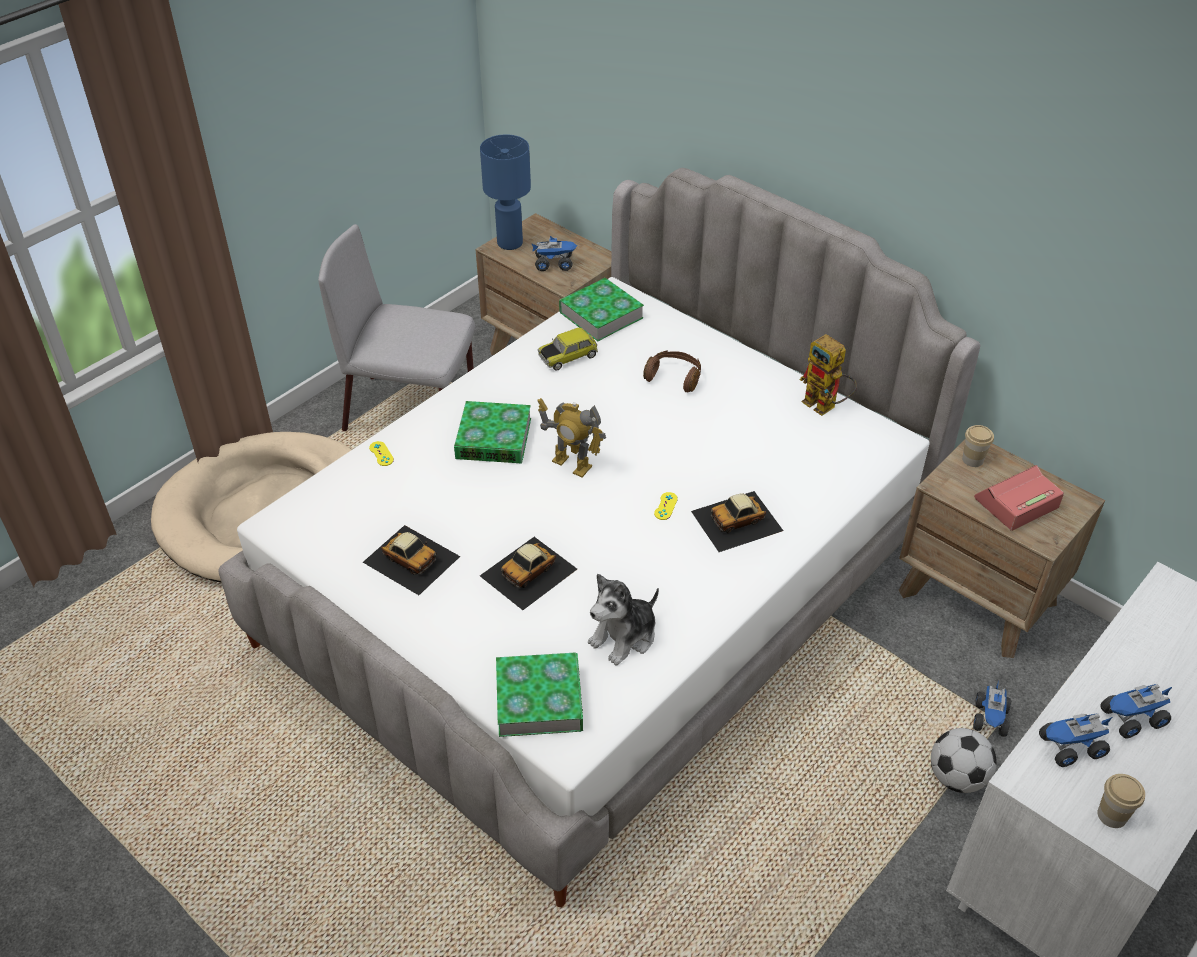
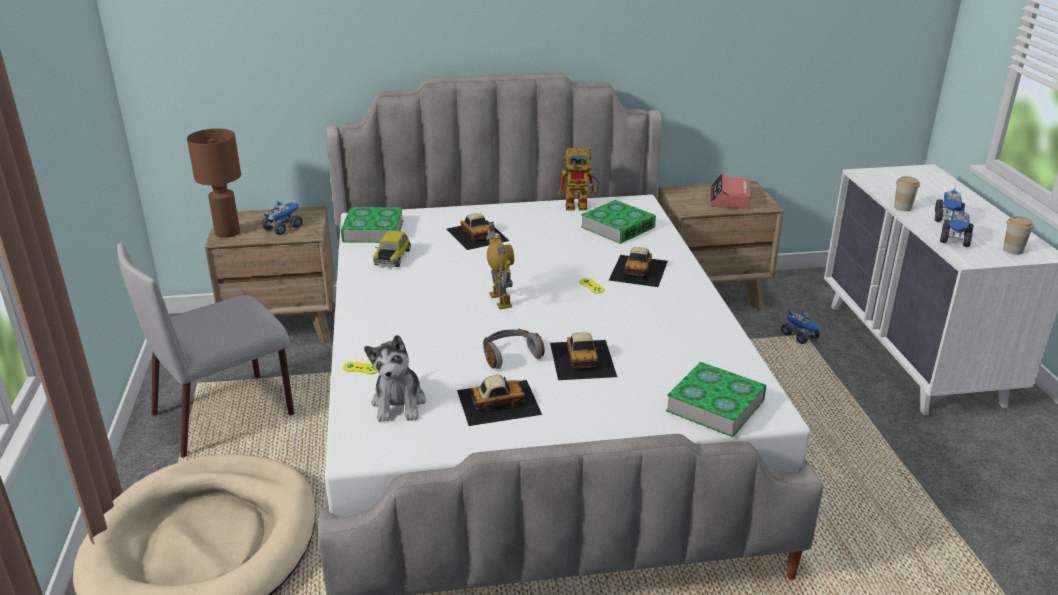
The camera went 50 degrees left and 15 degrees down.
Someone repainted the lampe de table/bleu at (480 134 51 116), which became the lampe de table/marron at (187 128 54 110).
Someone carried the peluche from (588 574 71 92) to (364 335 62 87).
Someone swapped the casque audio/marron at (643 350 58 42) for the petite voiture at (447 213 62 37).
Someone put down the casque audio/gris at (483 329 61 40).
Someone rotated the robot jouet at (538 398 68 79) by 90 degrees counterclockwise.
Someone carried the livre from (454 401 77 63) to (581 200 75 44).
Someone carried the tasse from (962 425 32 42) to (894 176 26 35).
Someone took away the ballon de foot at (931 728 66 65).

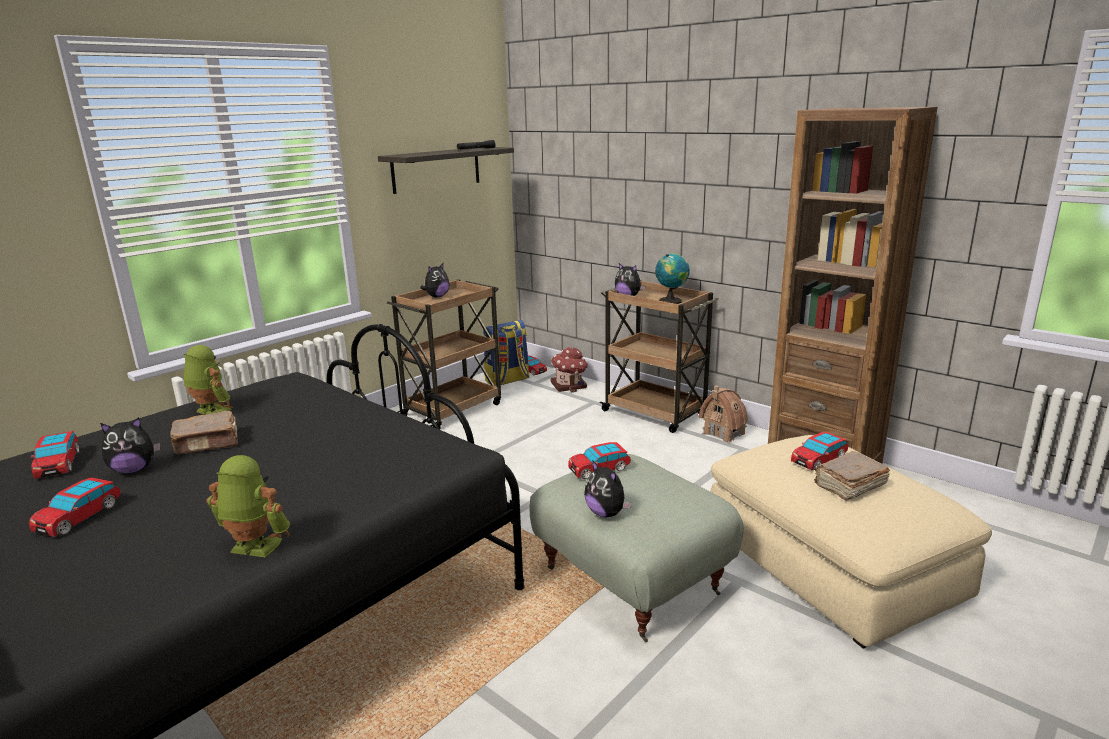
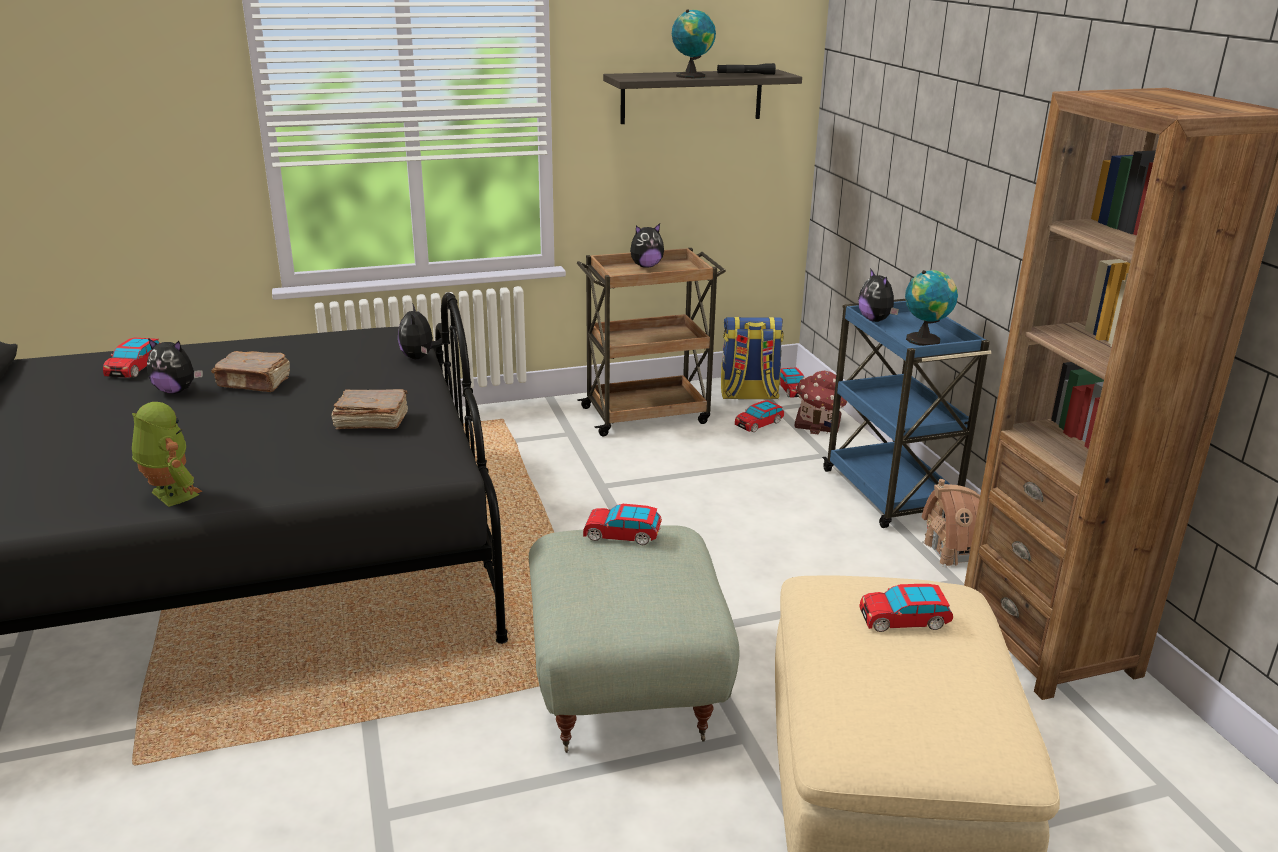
The camera went 30 degrees right and 5 degrees up.
Someone carried the livre/marron from (814 451 76 50) to (331 389 77 40).
Someone carried the peluche from (584 460 48 57) to (398 303 45 56).
Someone put down the globe at (672 9 44 69).
Someone carried the petite voiture from (29 477 92 60) to (735 400 49 32).
Someone repainted the chariot/marron at (599 280 120 153), which became the chariot/bleu at (822 299 169 229).
Someone took away the robot jouet at (184 345 49 70).

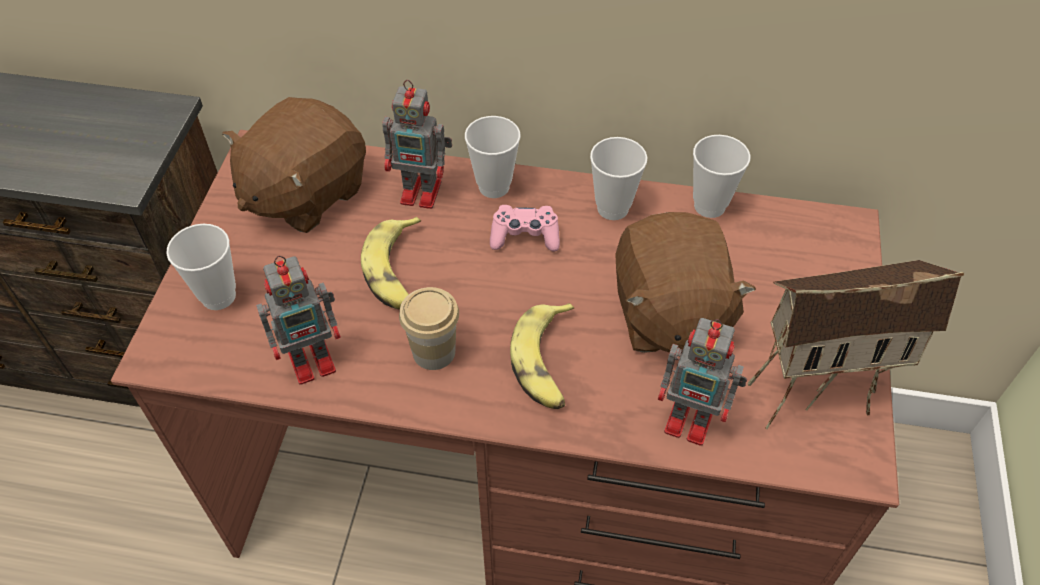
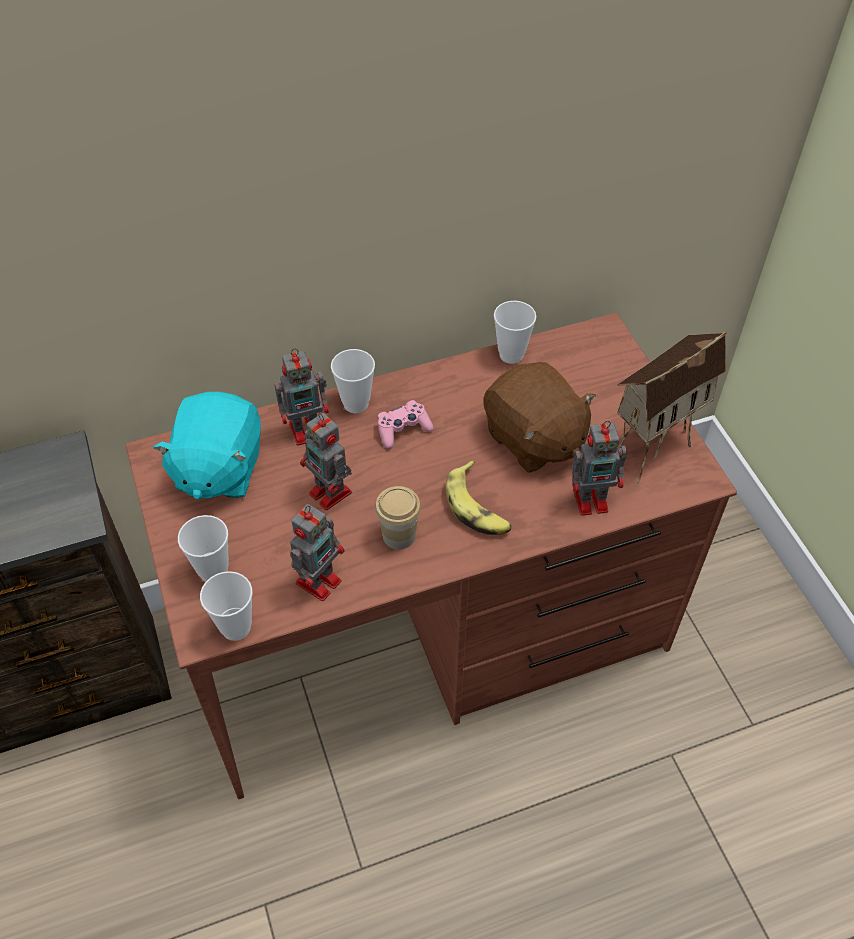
The camera went 30 degrees left and 0 degrees up.
Someone repainted the peluche/marron at (222 97 144 136), which became the peluche/turquoise at (153 392 108 108).
Someone carried the tasse from (590 137 57 83) to (200 571 52 70).
Someone swapped the banane at (361 217 60 93) for the robot jouet at (300 413 52 97).

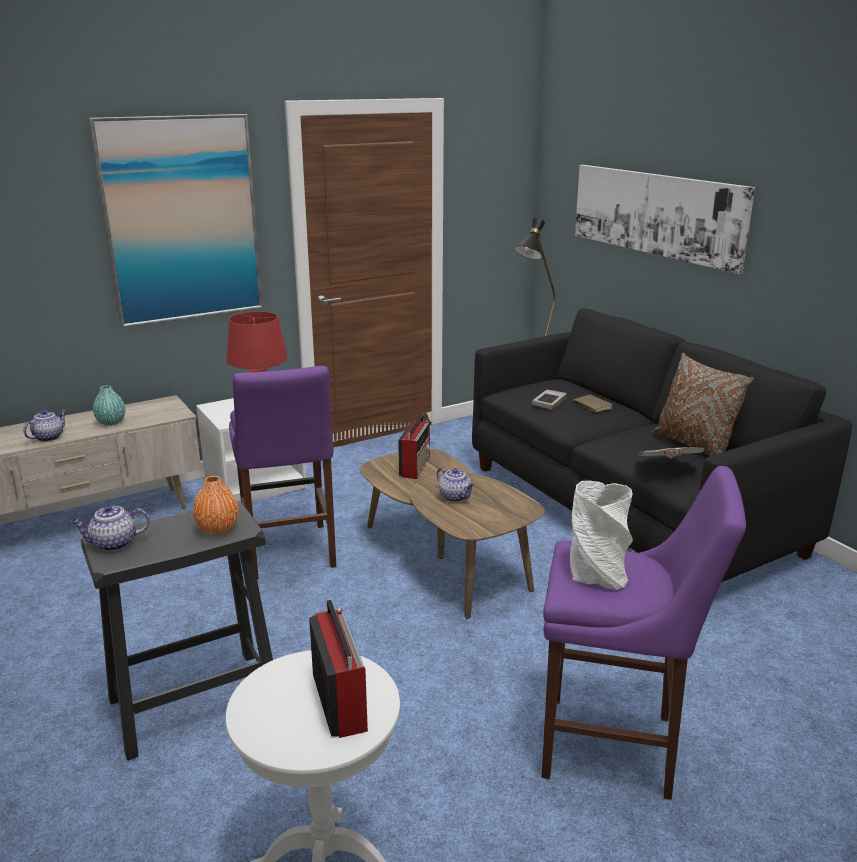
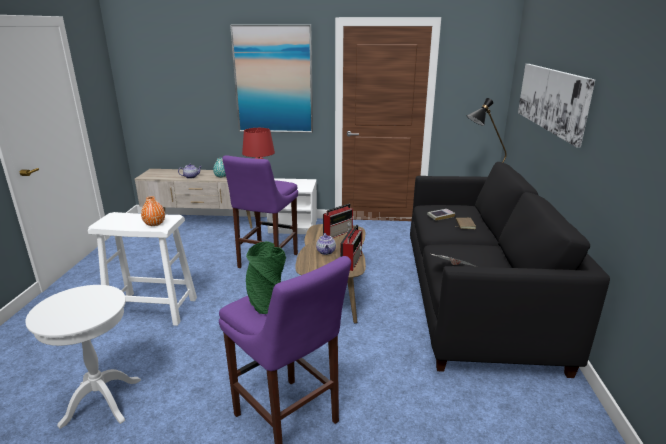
The camera went 35 degrees right and 0 degrees up.
Someone repainted the tabouret/noir at (81 501 192 260), which became the tabouret/blanc at (88 212 109 114).
Someone repainted the vase/blanc at (570 481 63 109), which became the vase/vert at (246 241 40 73).
Someone carried the radio from (309 599 59 139) to (340 225 22 46).
Someone took away the théière at (71 505 79 46).
Someone took away the coussin/marron at (652 353 102 103).

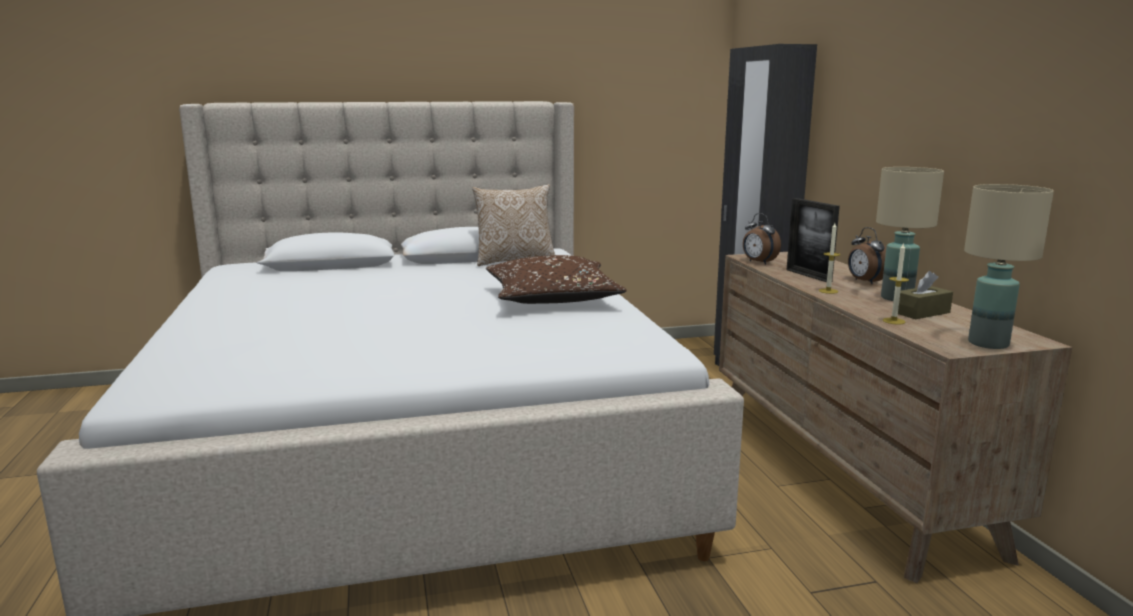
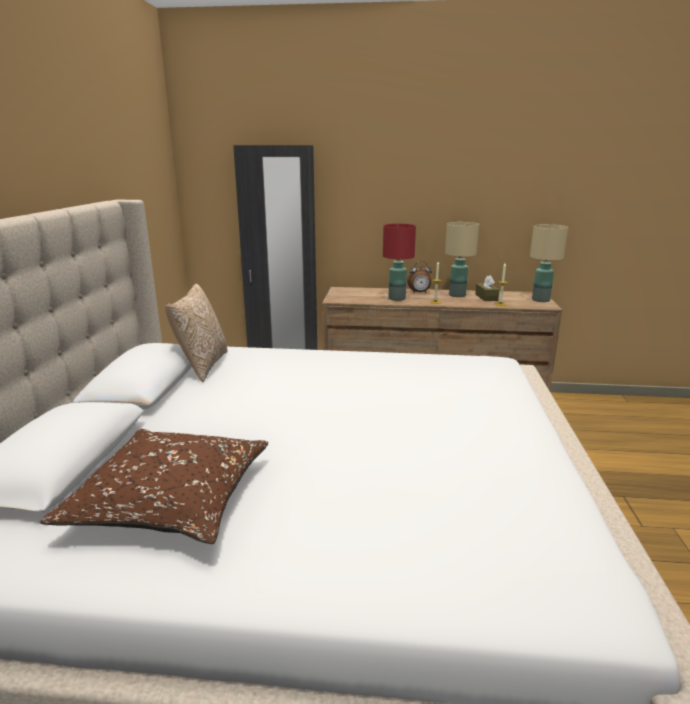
The camera went 70 degrees left and 5 degrees up.
Someone carried the coussin/marron from (486 255 140 49) to (40 429 228 115).
Someone swapped the cadre photo at (787 198 53 84) for the lampe de table/rouge at (383 224 33 77).
Someone took away the réveil at (743 213 38 52).

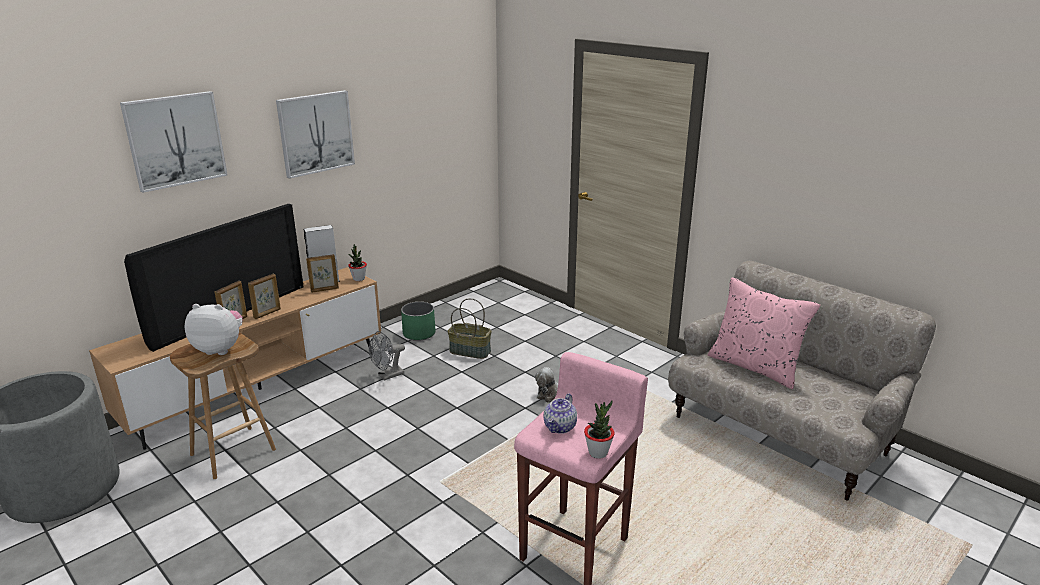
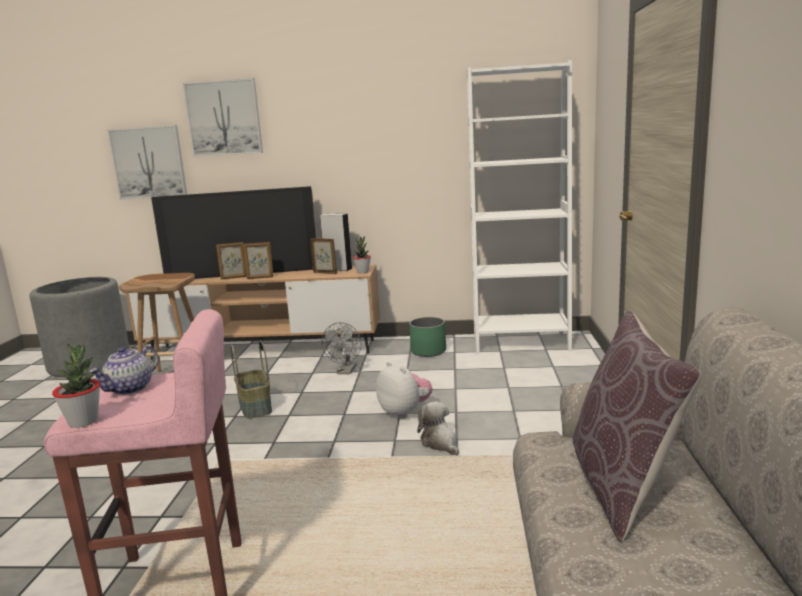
The camera went 50 degrees right and 10 degrees down.
Someone rotated the théière at (544 393 33 41) by 45 degrees counterclockwise.
Someone carried the tableau from (276 90 79 89) to (107 125 80 75).
Someone carried the panier from (448 298 43 61) to (231 340 41 79).
Someone rotated the ventilateur/gris at (369 331 36 50) by 90 degrees counterclockwise.
Someone carried the peluche from (185 304 58 51) to (376 362 56 57).
Someone put down the bibliothèque/blanc at (466 60 106 294).
Someone repainted the coussin/rose at (707 277 113 112), which became the coussin/marron at (573 310 129 232).

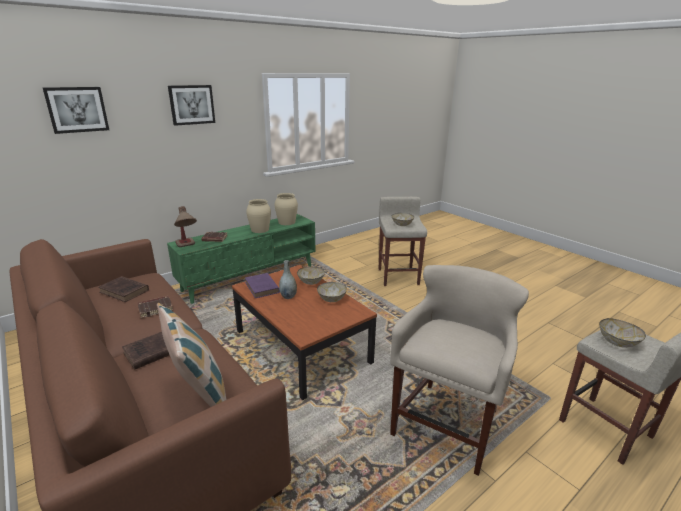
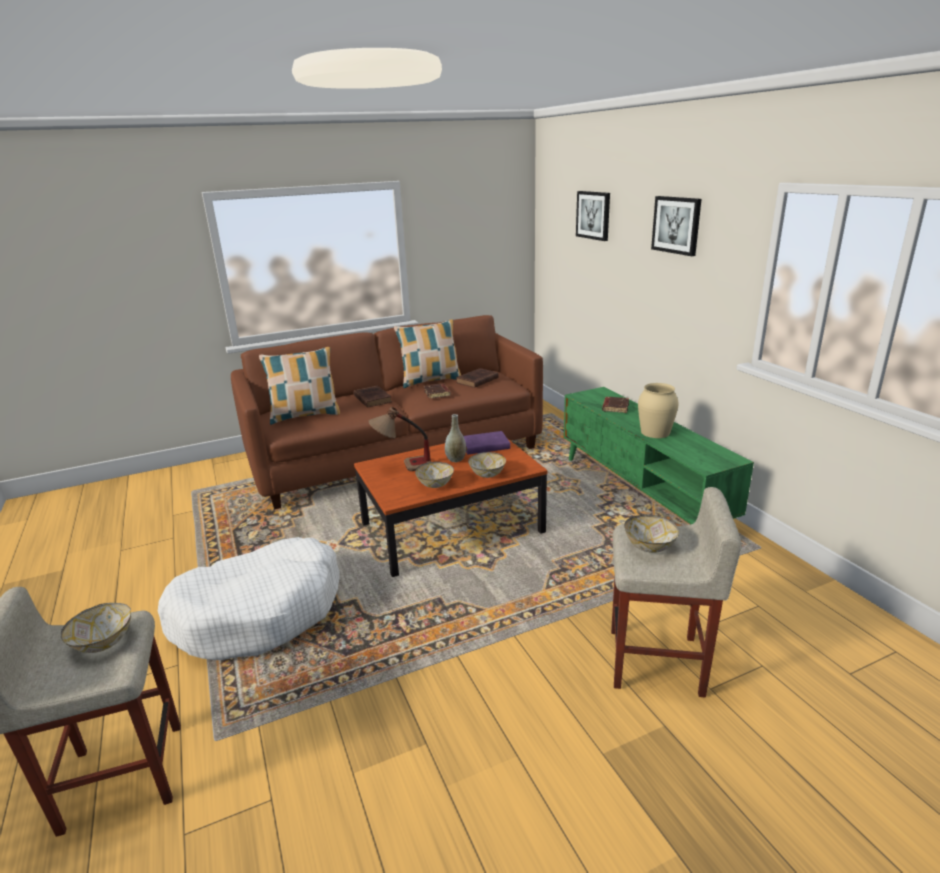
The camera went 105 degrees right and 0 degrees up.
Someone swapped the tabouret/beige at (390 265 139 211) for the panier pour chien/blanc at (158 537 182 123).
Someone carried the lampe de table from (174 206 23 41) to (368 407 63 64).
Someone put down the coussin at (394 319 67 69).
Someone took away the vase/beige at (275 193 23 32).

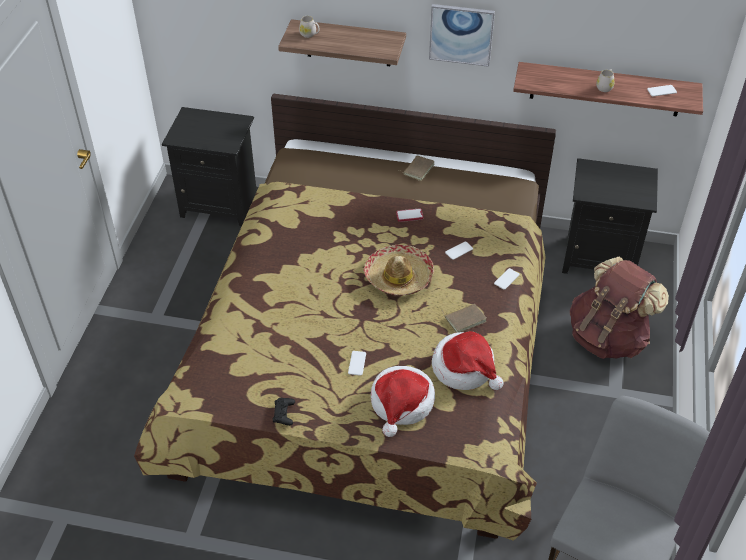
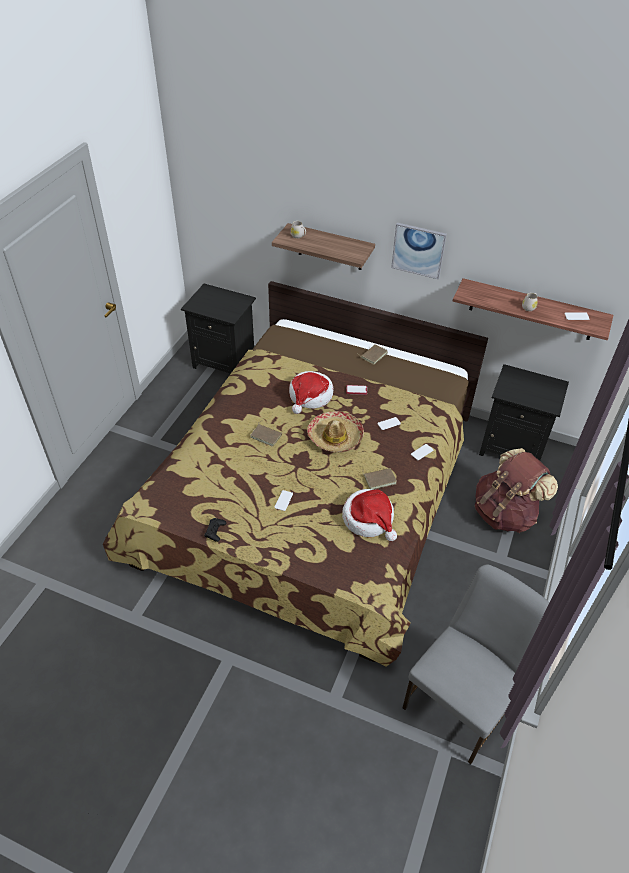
The camera went 10 degrees right and 0 degrees up.
Someone put down the livre/marron at (250 420 32 27).
Someone carried the chapeau from (371 366 64 71) to (289 371 44 43).

